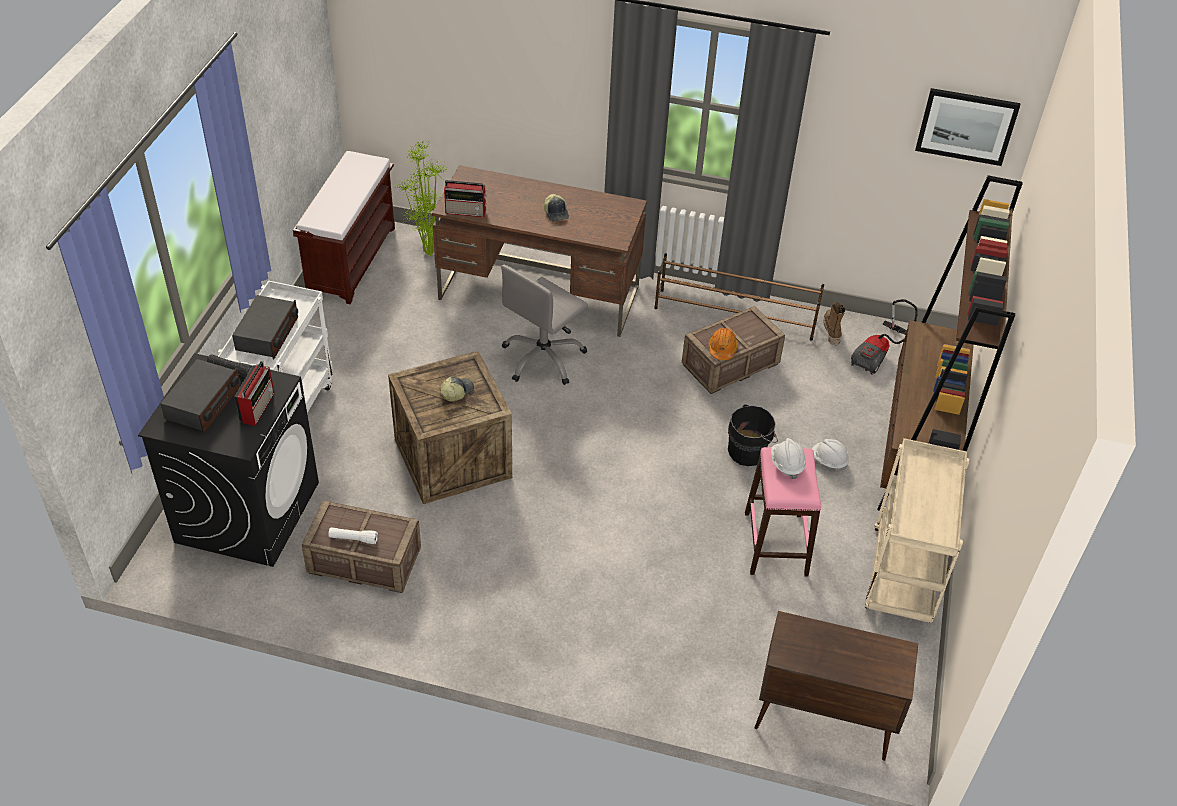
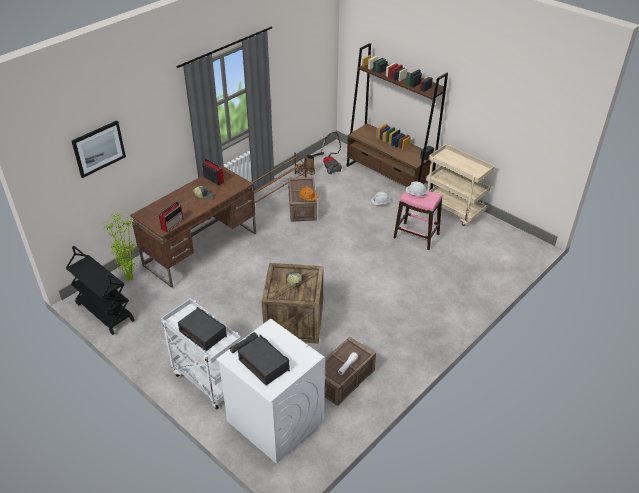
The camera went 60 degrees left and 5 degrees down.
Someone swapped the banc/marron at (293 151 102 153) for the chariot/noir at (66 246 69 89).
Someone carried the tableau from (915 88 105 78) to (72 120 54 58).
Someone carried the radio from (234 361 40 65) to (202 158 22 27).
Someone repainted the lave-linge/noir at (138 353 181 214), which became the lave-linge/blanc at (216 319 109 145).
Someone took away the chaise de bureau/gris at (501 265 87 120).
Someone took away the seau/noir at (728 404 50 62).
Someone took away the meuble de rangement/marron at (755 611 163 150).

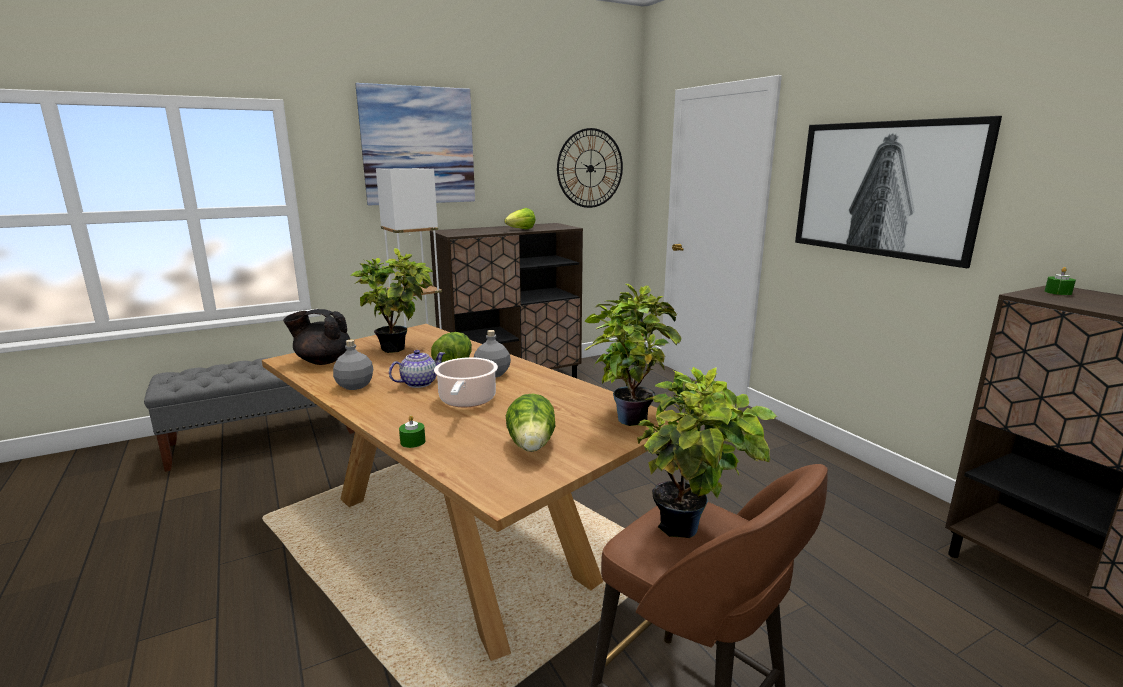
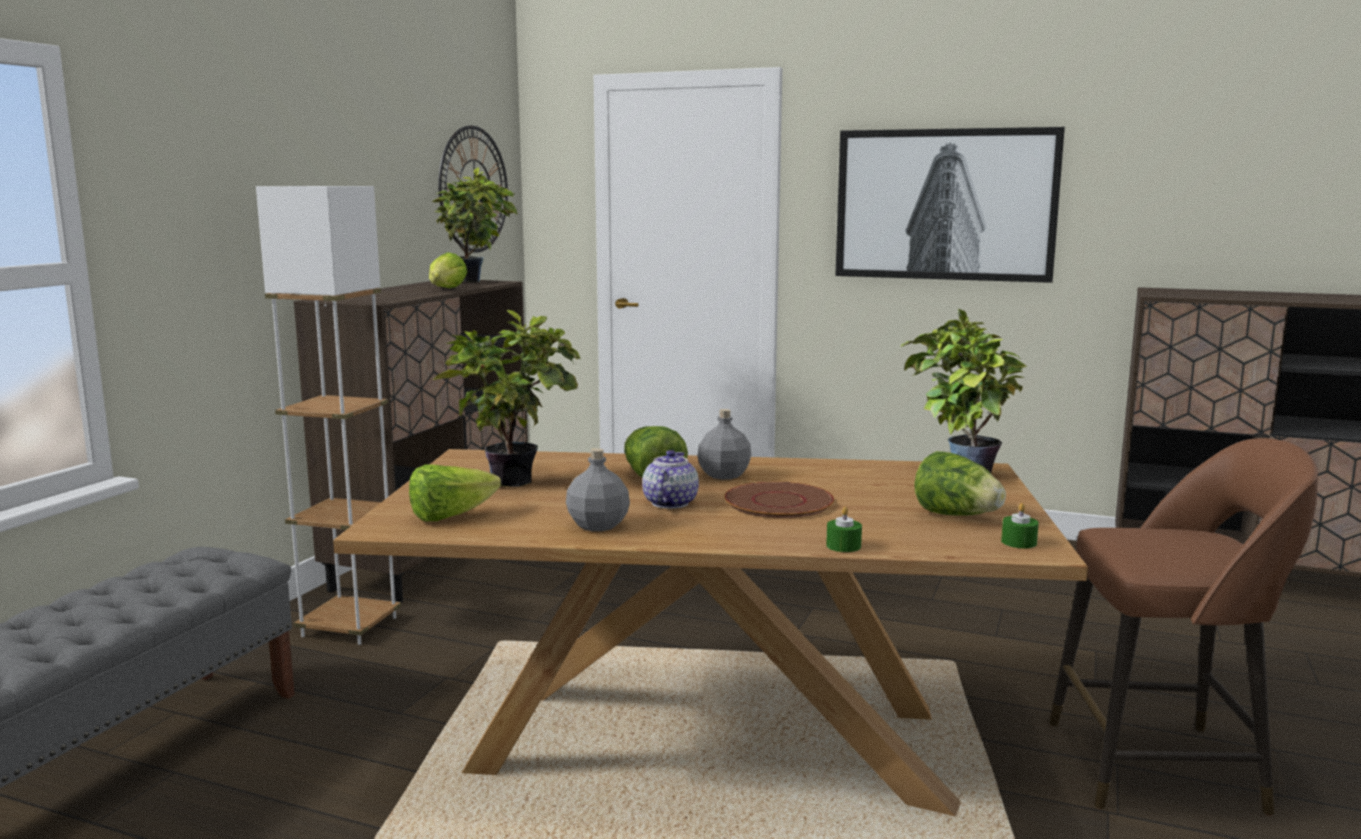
The camera went 40 degrees left and 5 degrees down.
Someone swapped the théière/noir at (283 309 67 56) for the laitue at (409 464 92 57).
Someone carried the plante en pot from (637 367 140 171) to (432 168 85 114).
Someone swapped the marmite at (434 357 64 50) for the assiette/marron at (724 482 110 36).
Someone carried the bougie/vert from (1045 267 31 28) to (1001 503 38 45).
Someone took away the tableau at (355 83 120 122).

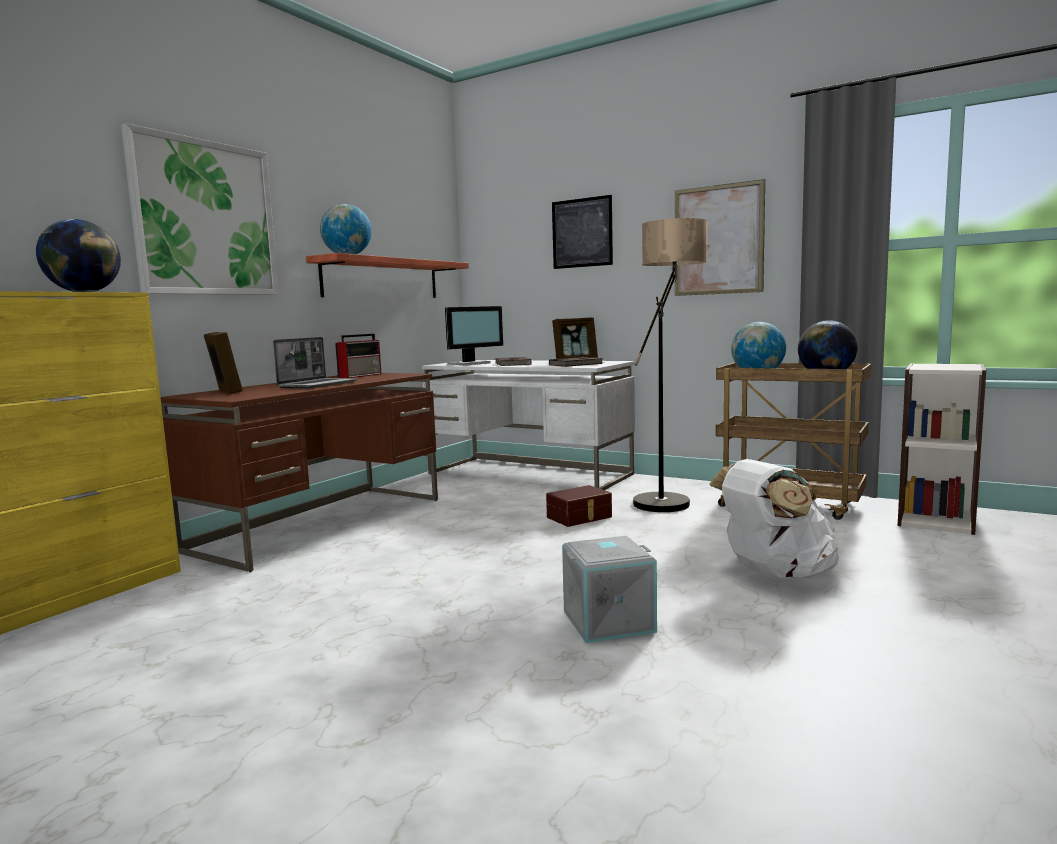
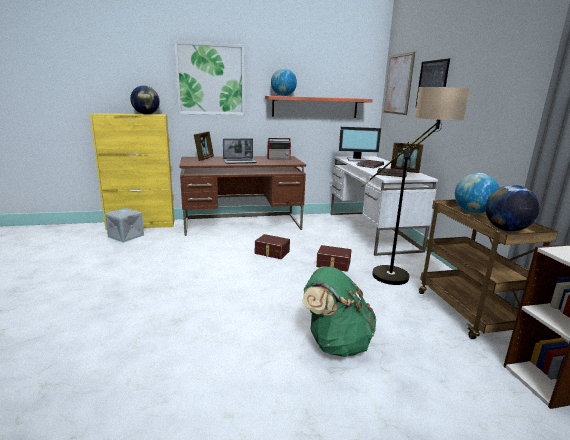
The camera went 45 degrees right and 10 degrees up.
Someone carried the boîte de rangement/gris from (562 536 95 107) to (105 208 39 35).
Someone put down the boîte de rangement/marron at (255 234 35 25).
Someone repainted the sac à dos/blanc at (709 459 130 122), which became the sac à dos/vert at (303 266 73 91).
Someone carried the tableau from (675 179 90 117) to (384 52 31 63).

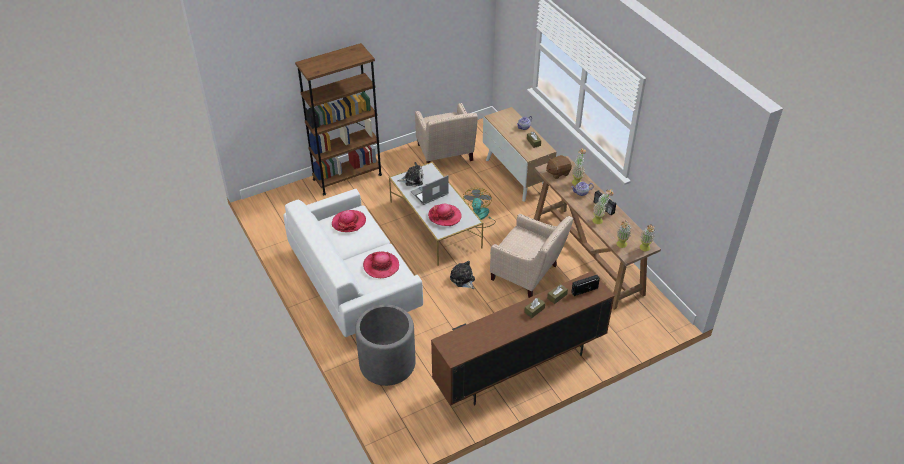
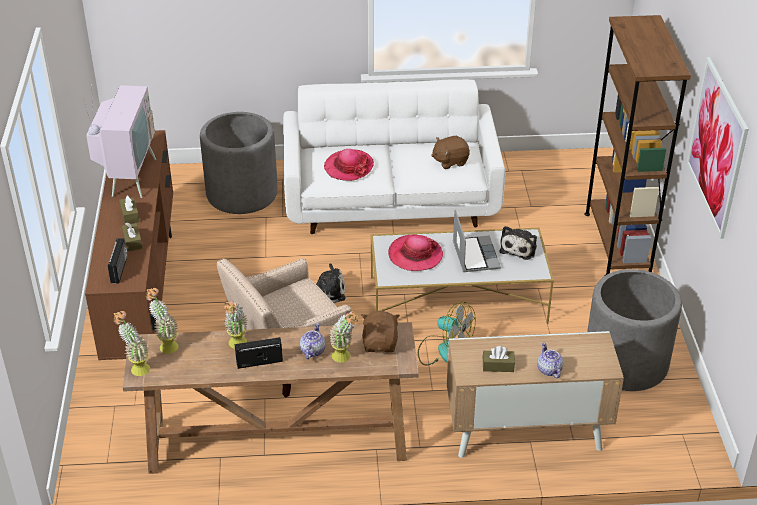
The camera went 115 degrees right and 5 degrees down.
Someone put down the téléviseur at (83 84 73 114).
Someone swapped the chapeau at (332 210 34 22) for the peluche/marron at (431 136 39 33).
Someone swapped the fauteuil/beige at (415 103 63 61) for the cache-pot/gris at (587 269 95 122).
Someone put up the tableau at (686 57 62 182).

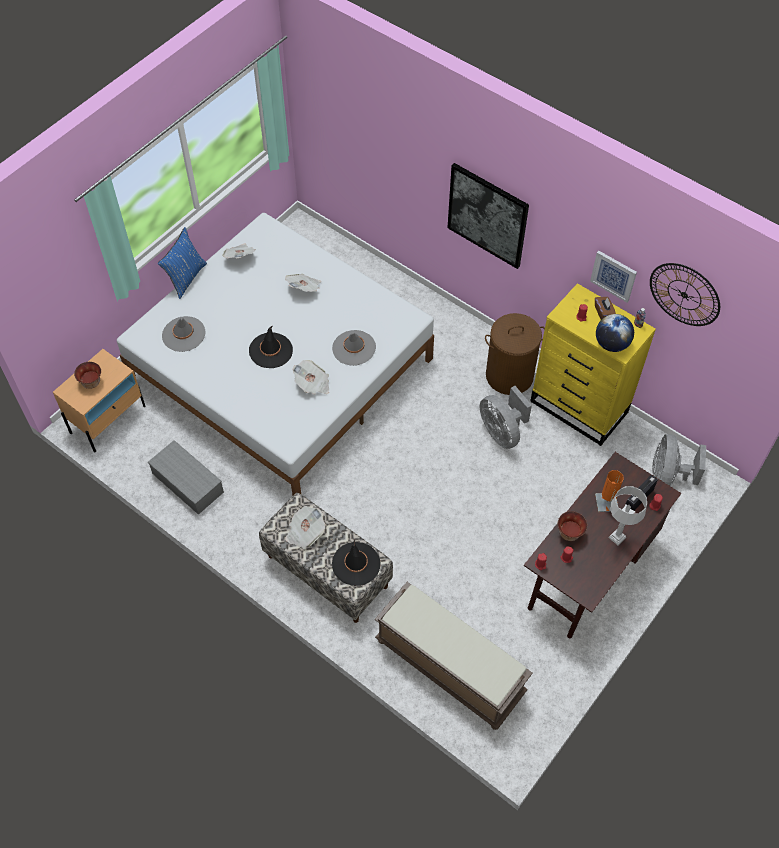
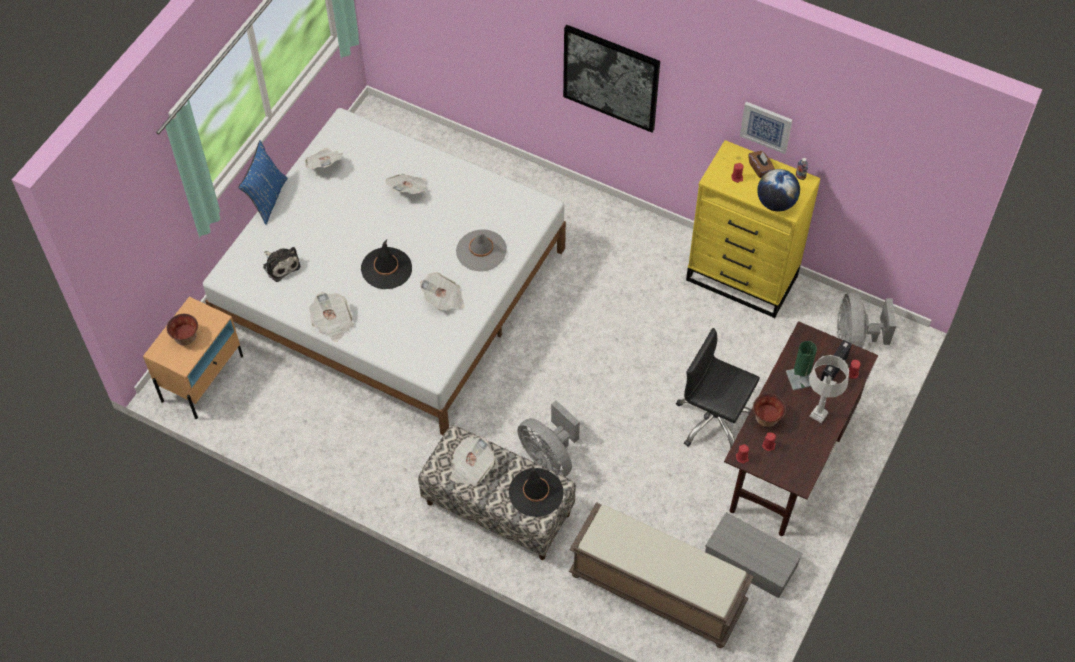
The camera went 10 degrees left and 0 degrees up.
Someone swapped the chapeau/gris at (162 316 44 36) for the peluche at (263 247 37 35).
Someone put down the journal at (309 292 45 50).
Someone carried the ventilateur/gris from (480 386 52 63) to (517 400 63 77).
Someone put down the chaise de bureau/noir at (676 328 84 120).
Someone carried the boîte de rangement/gris from (148 440 76 75) to (705 512 98 86).
Someone repainted the lampe de table/orange at (595 470 29 42), which became the lampe de table/vert at (786 341 31 49).
Someone took away the panier à linge/marron at (485 313 60 82).
Someone took away the horloge murale at (650 263 70 63).

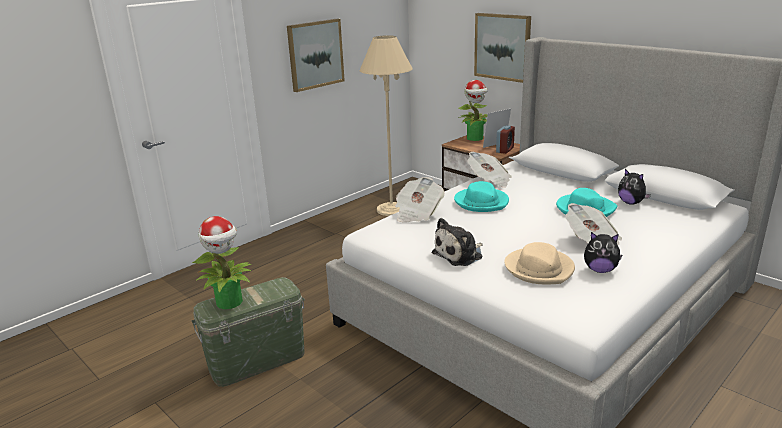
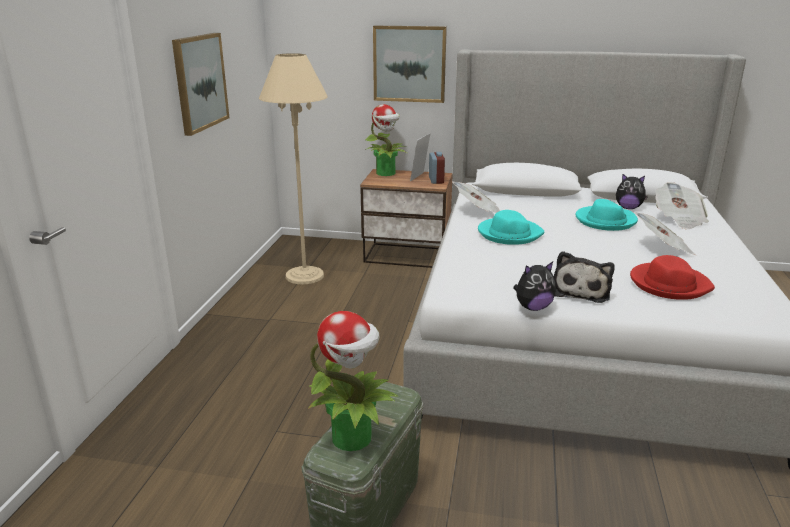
The camera went 35 degrees left and 0 degrees up.
Someone carried the peluche from (584 232 38 41) to (513 262 43 49).
Someone repainted the chapeau/beige at (504 242 71 42), which became the chapeau/rouge at (630 255 85 45).
Someone carried the journal from (395 177 49 46) to (655 182 54 48).

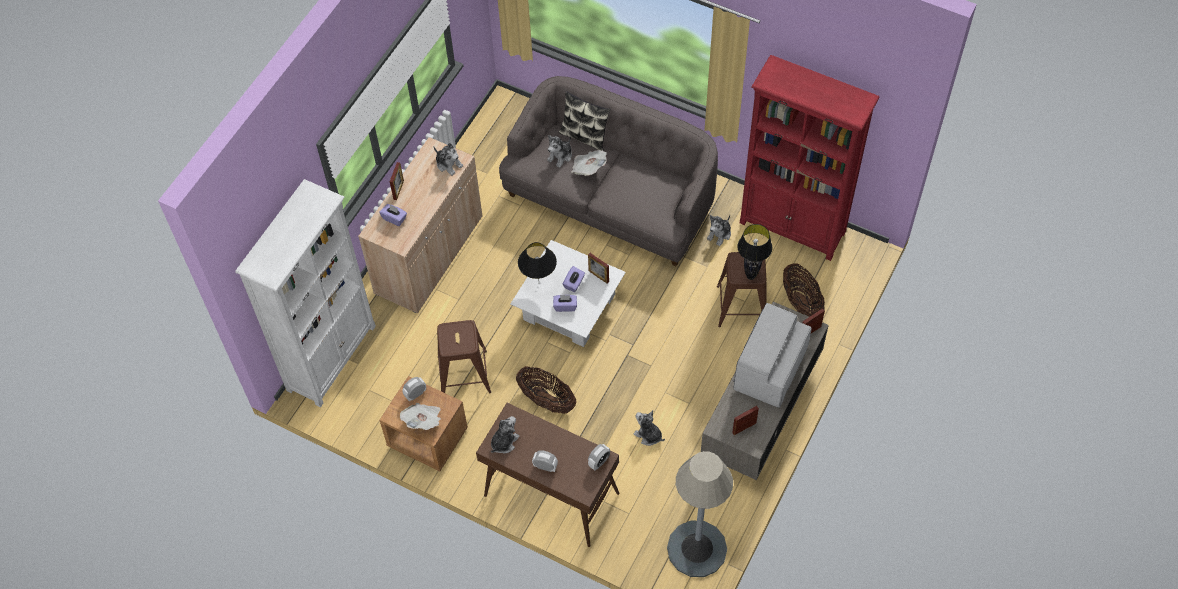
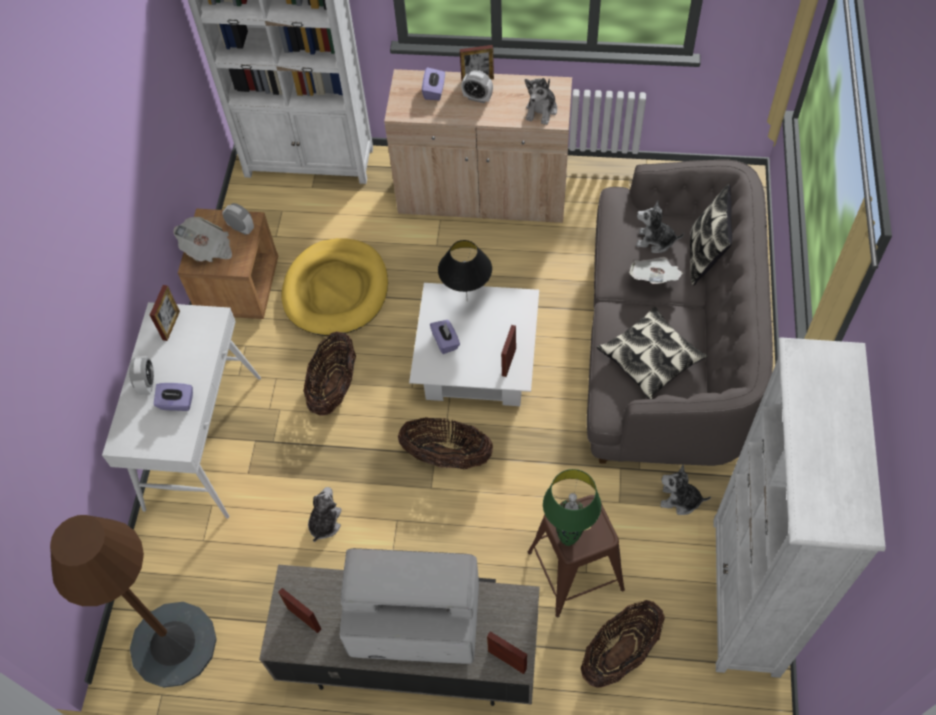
The camera went 70 degrees right and 0 degrees up.
Someone repainted the lampadaire/gris at (667 451 66 126), which became the lampadaire/marron at (50 515 167 173).
Someone repainted the table console/marron at (476 403 143 144), which became the table console/blanc at (102 302 159 217).
Someone swapped the peluche at (491 416 28 37) for the cadre photo at (150 285 30 56).
Someone carried the boîte à mouchoirs/violet from (563 266 22 26) to (154 383 39 28).
Someone swapped the tabouret/marron at (437 320 54 74) for the panier pour chien/jaune at (282 238 106 98).
Someone put down the panier at (398 417 95 53).
Someone carried the réveil from (588 444 22 27) to (461 70 32 33).
Someone repainted the lampe de table/noir at (737 224 35 56), which became the lampe de table/vert at (543 469 58 77).
Someone put down the coussin at (597 306 111 93).
Someone repainted the bibliothèque/rouge at (740 55 140 206), which became the bibliothèque/blanc at (713 337 172 341).

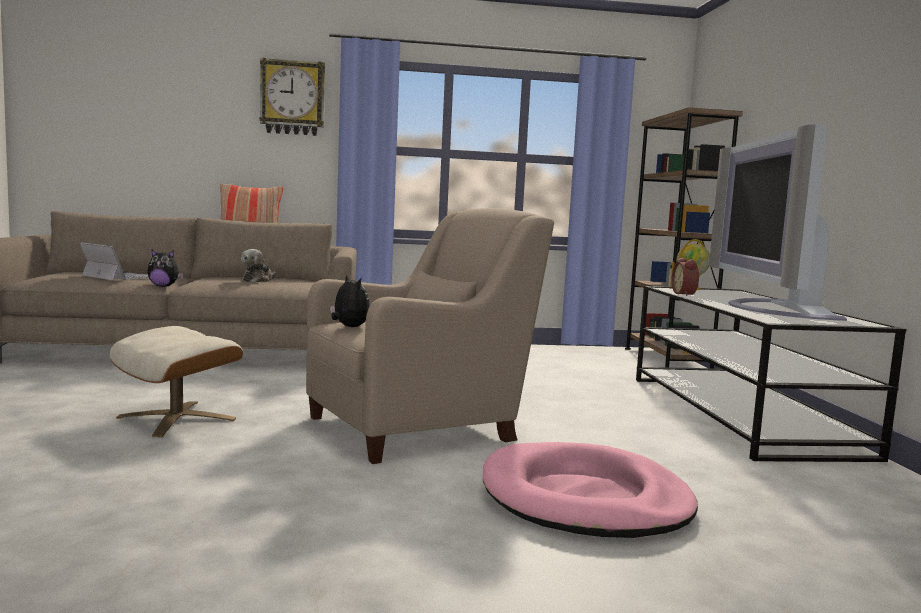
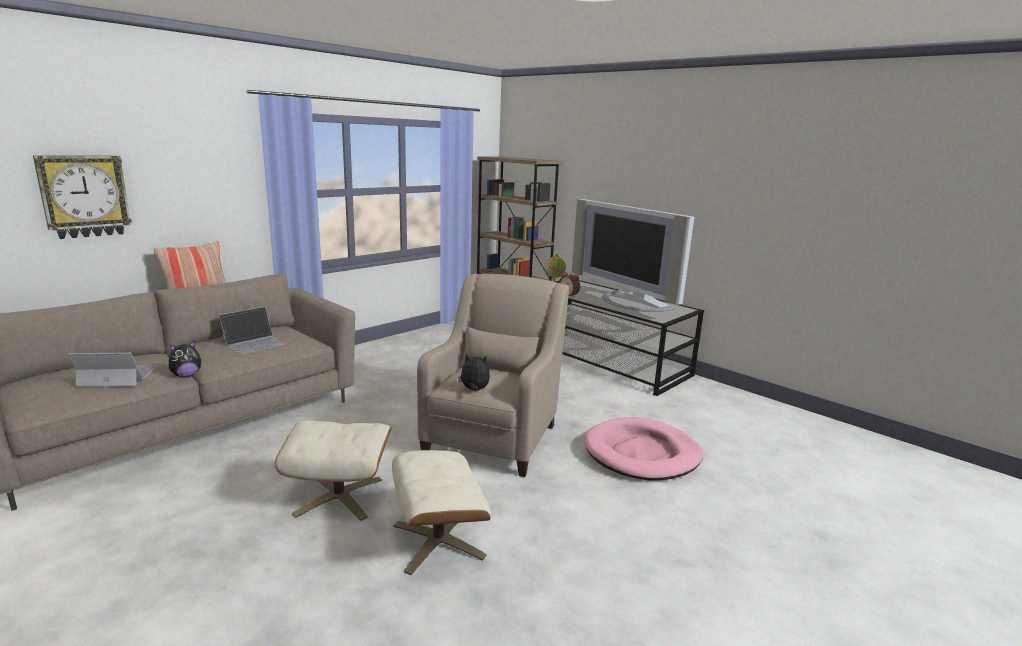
The camera went 40 degrees left and 10 degrees up.
Someone carried the horloge murale from (259 58 66 78) to (33 155 99 84).
Someone swapped the peluche at (241 249 36 34) for the ordinateur portable at (219 307 67 47).
Someone put down the pouf/beige at (392 450 99 125).

